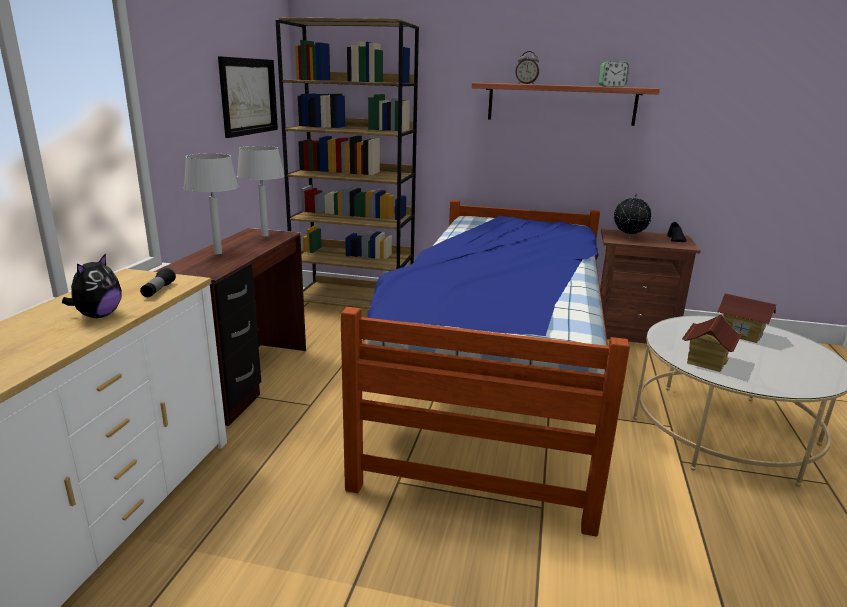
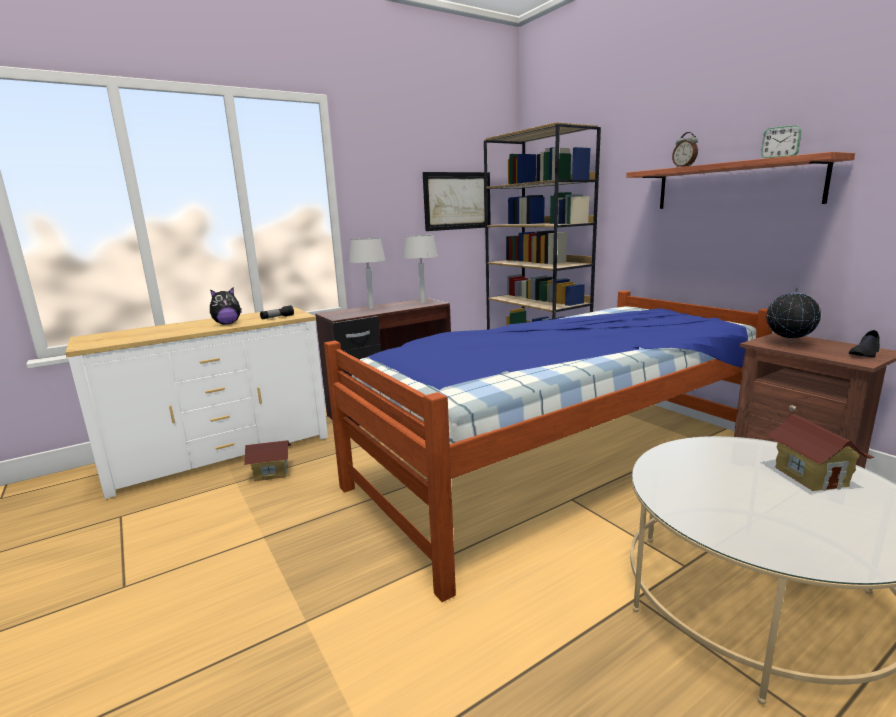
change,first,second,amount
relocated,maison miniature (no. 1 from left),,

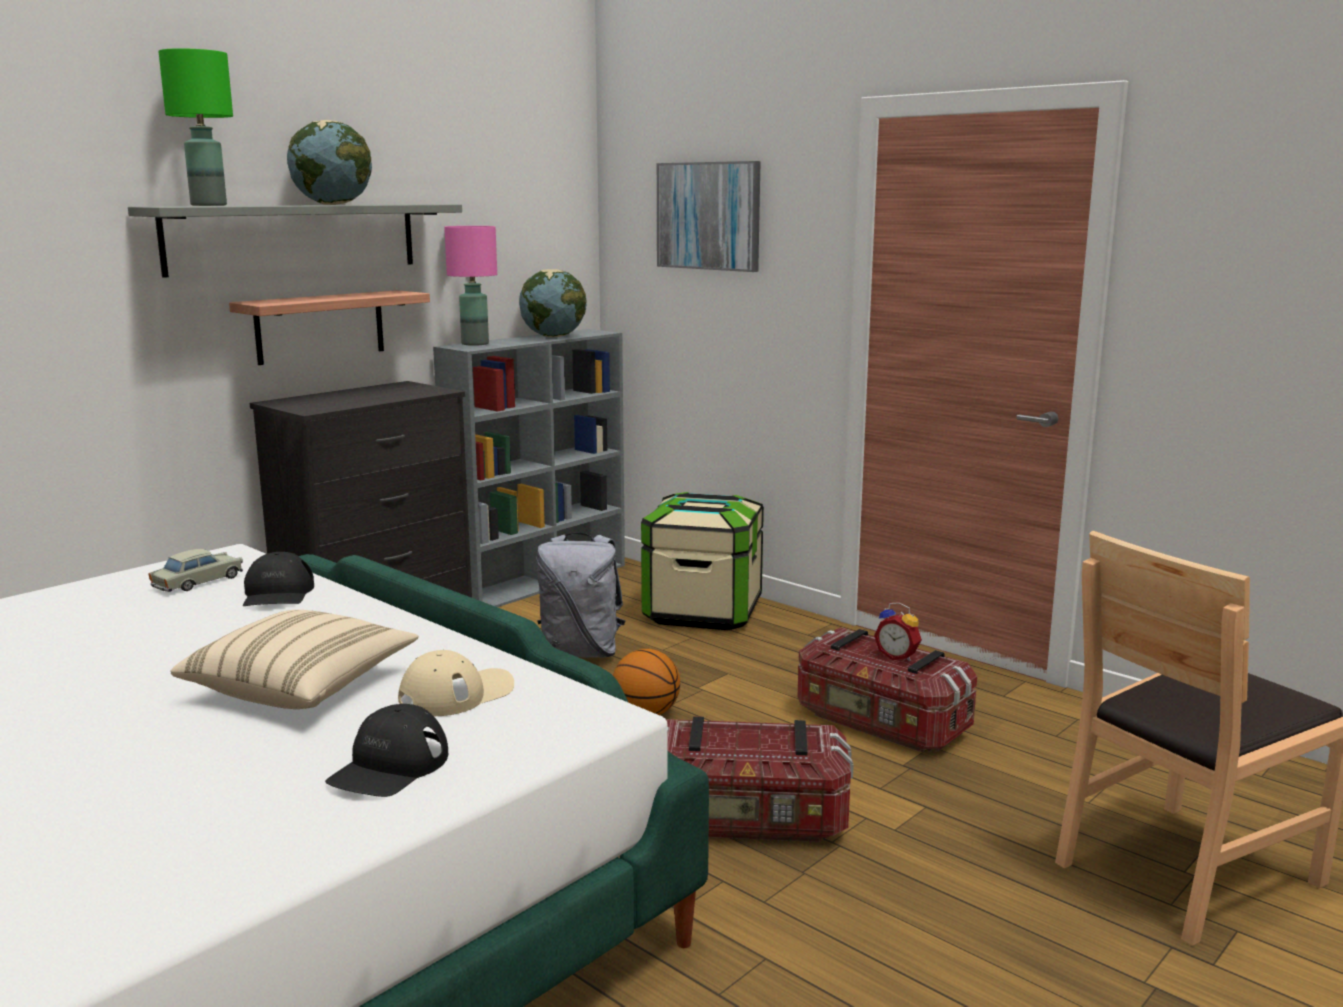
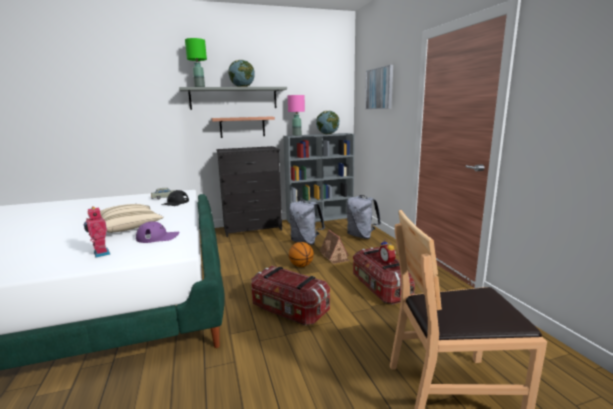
change,first,second,amount
exchanged,casquette (noir) (no. 2 from left),robot jouet,
colour,casquette (beige),casquette (violet),
exchanged,boîte de rangement (no. 1 from left),sac à dos (gris) (no. 2 from left),
appeared,,maison miniature,

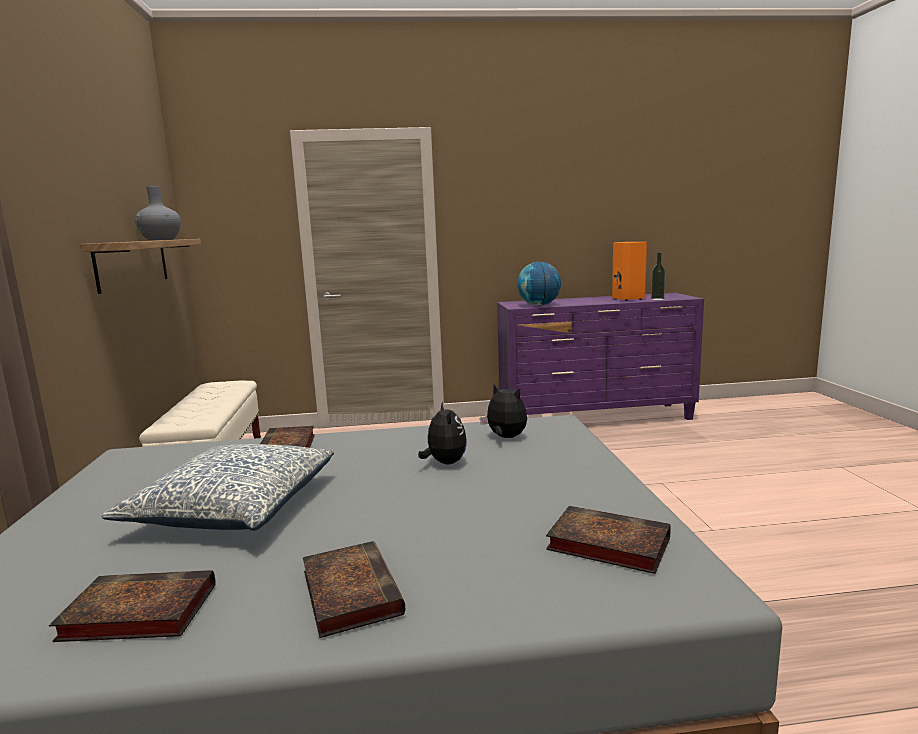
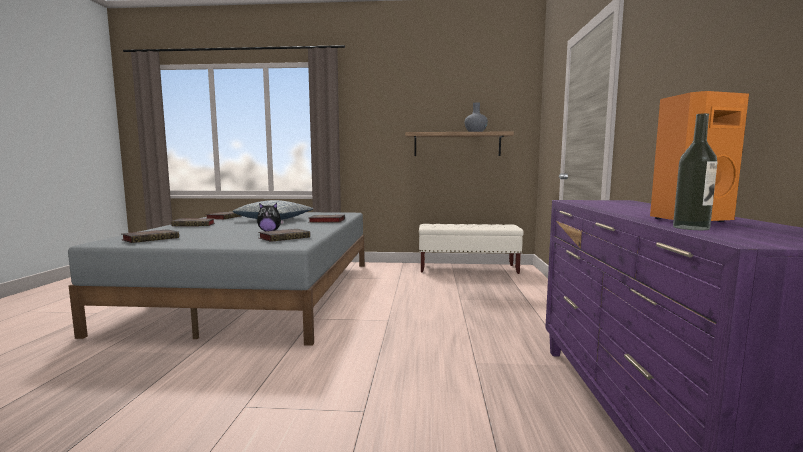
change,first,second,amount
exchanged,peluche (no. 2 from left),livre (no. 4 from left),
missing,globe,,

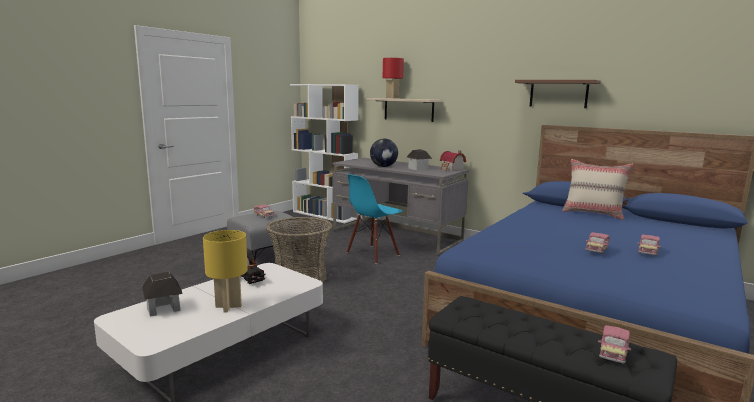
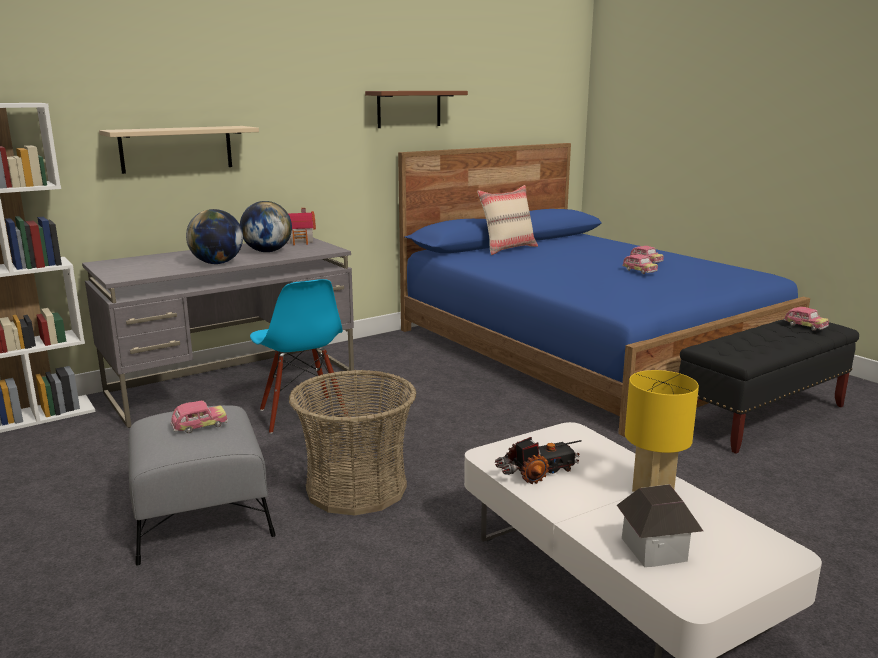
change,first,second,amount
missing,lampe de table (rouge),,
exchanged,maison miniature (no. 2 from left),globe (no. 2 from left),

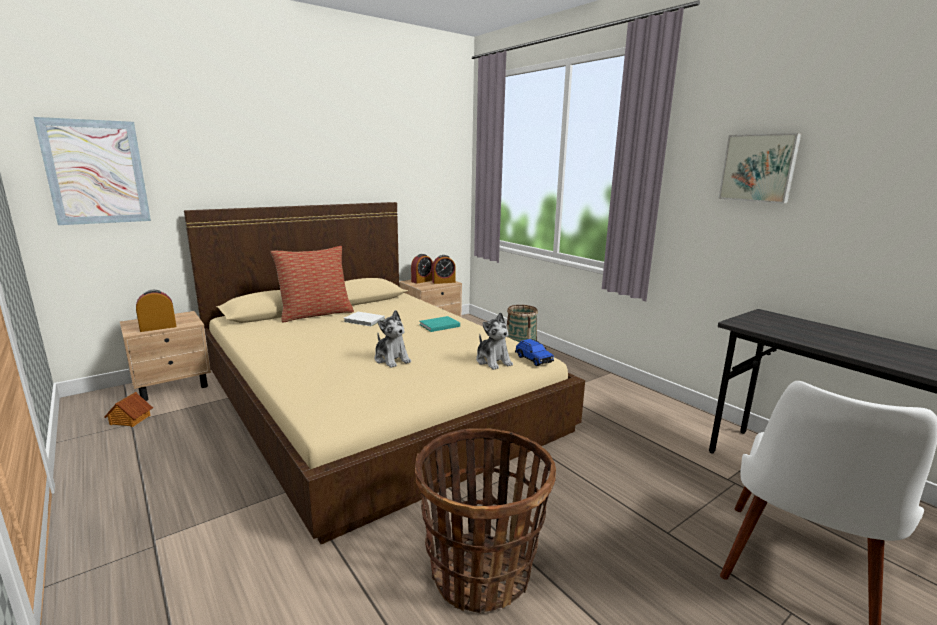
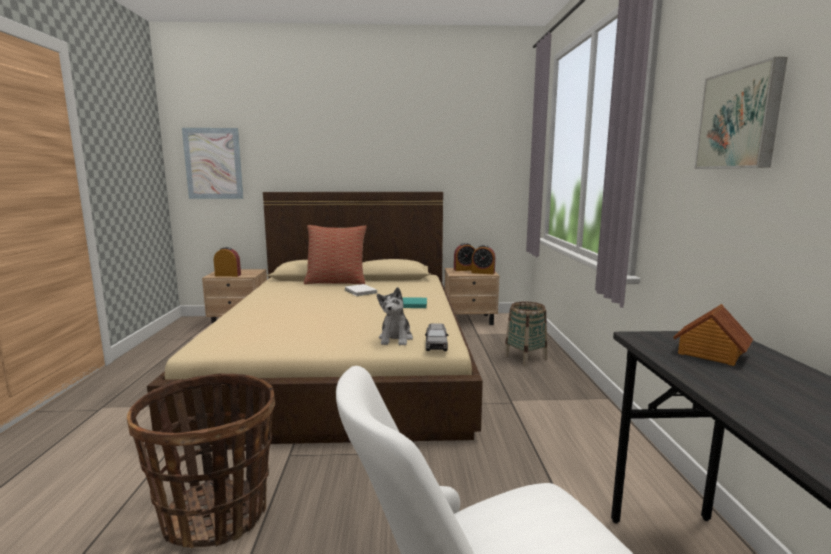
change,first,second,amount
relocated,maison miniature,,
missing,peluche (no. 1 from left),,
colour,petite voiture (bleu),petite voiture (gris),

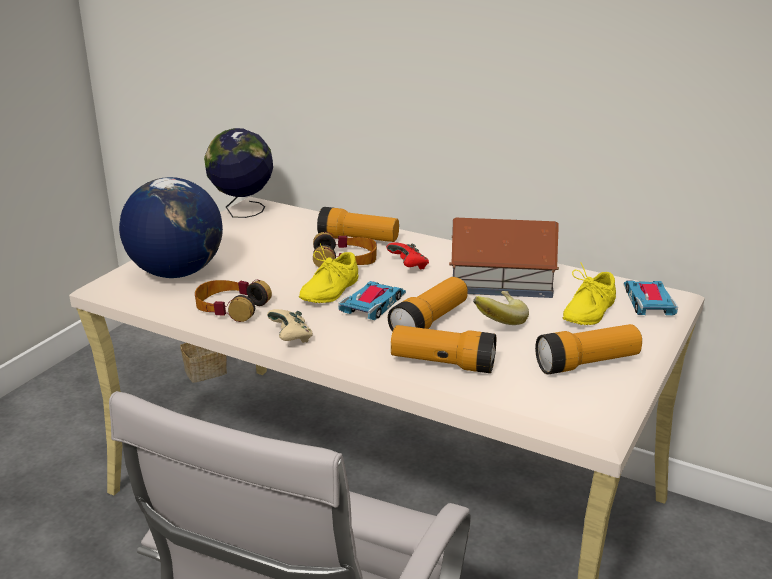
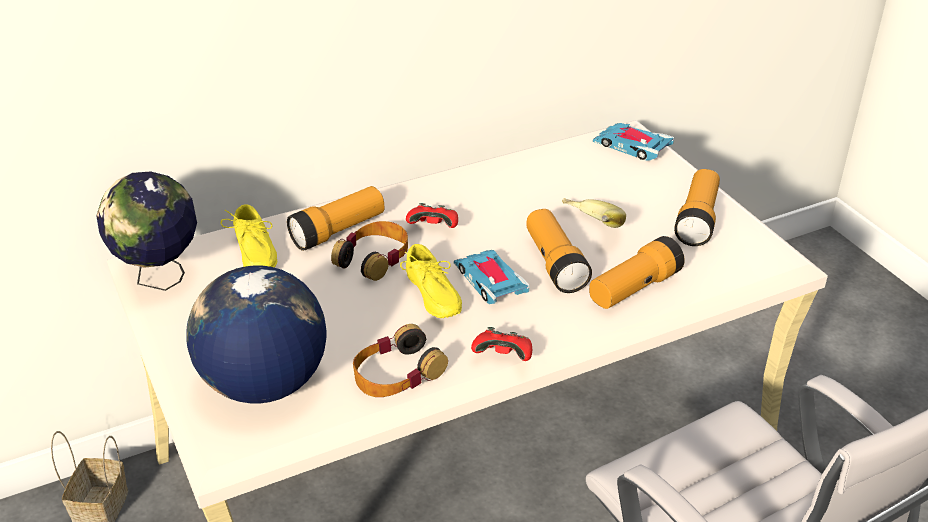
change,first,second,amount
colour,manette (beige),manette (rouge) (no. 2 from left),
missing,maison miniature,,
relocated,chaussure (jaune) (no. 2 from left in the first image),chaussure (jaune) (no. 1 from left),

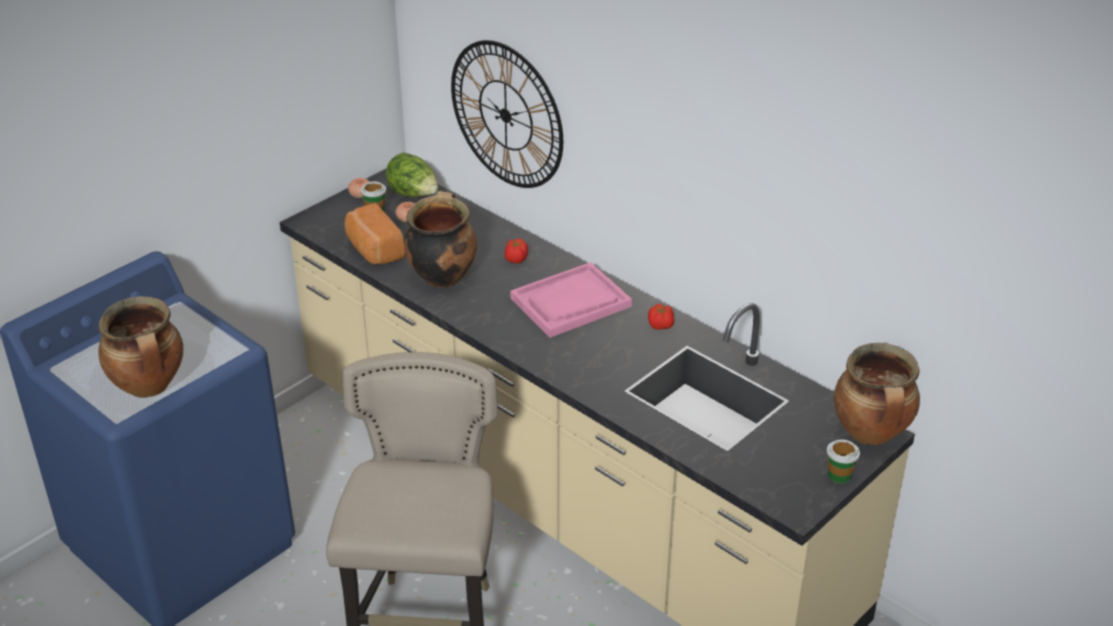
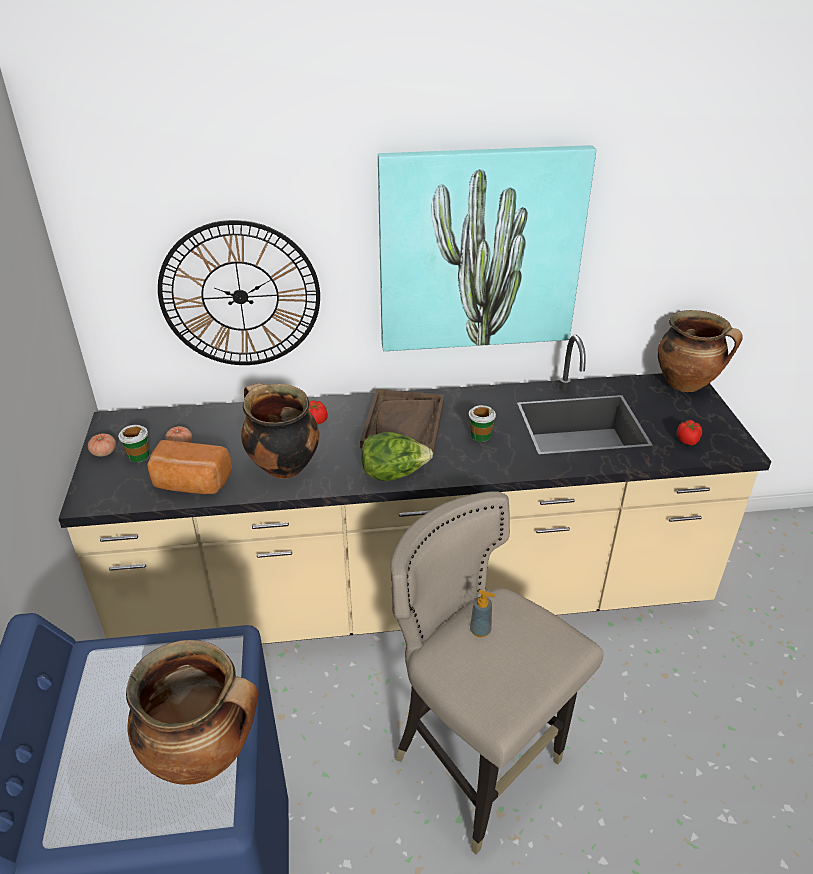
change,first,second,amount
relocated,laitue,,
colour,plateau (rose),plateau (marron),
relocated,tomate (no. 4 from left),,
relocated,tasse (no. 2 from left),,
appeared,,tableau,
appeared,,distributeur de savon,

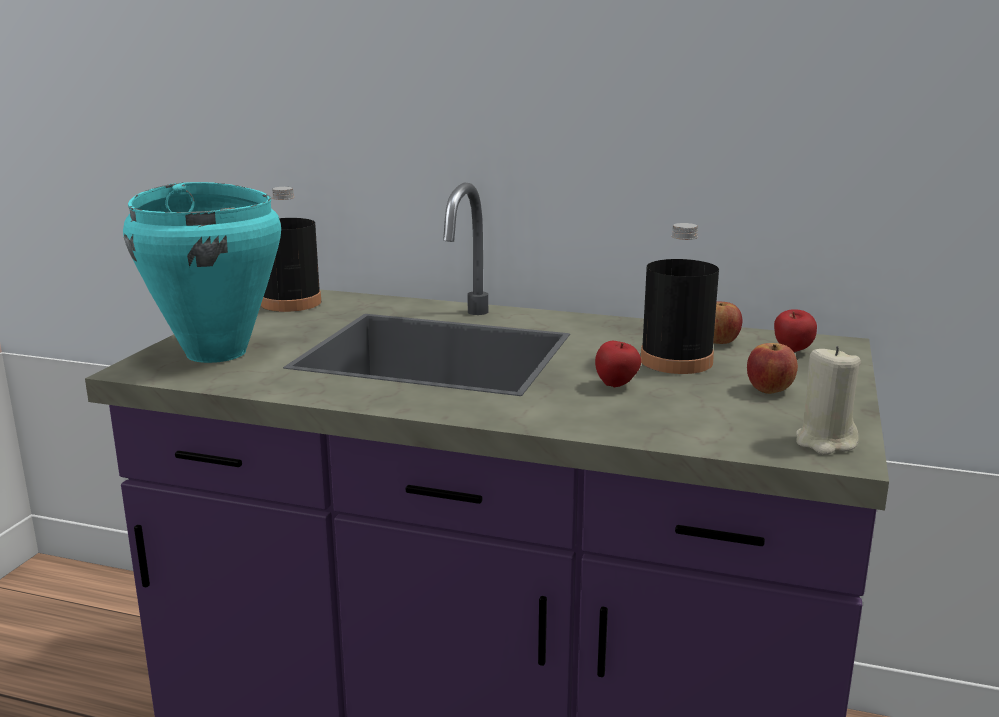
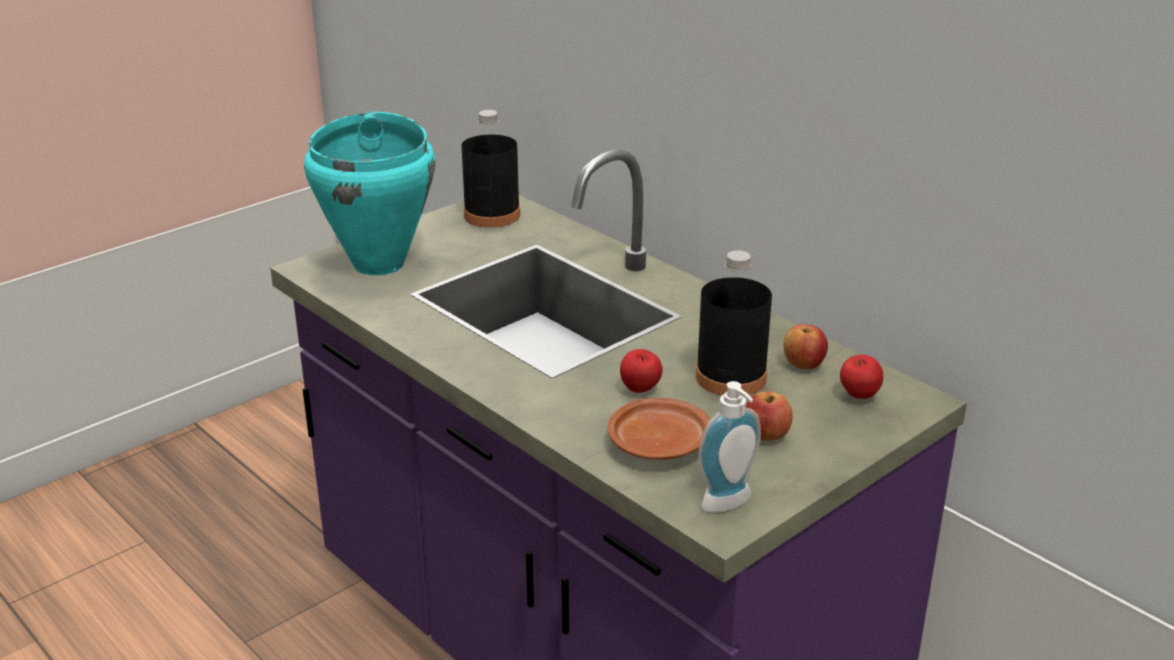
change,first,second,amount
exchanged,bougie (beige),distributeur de savon,
appeared,,assiette (marron),

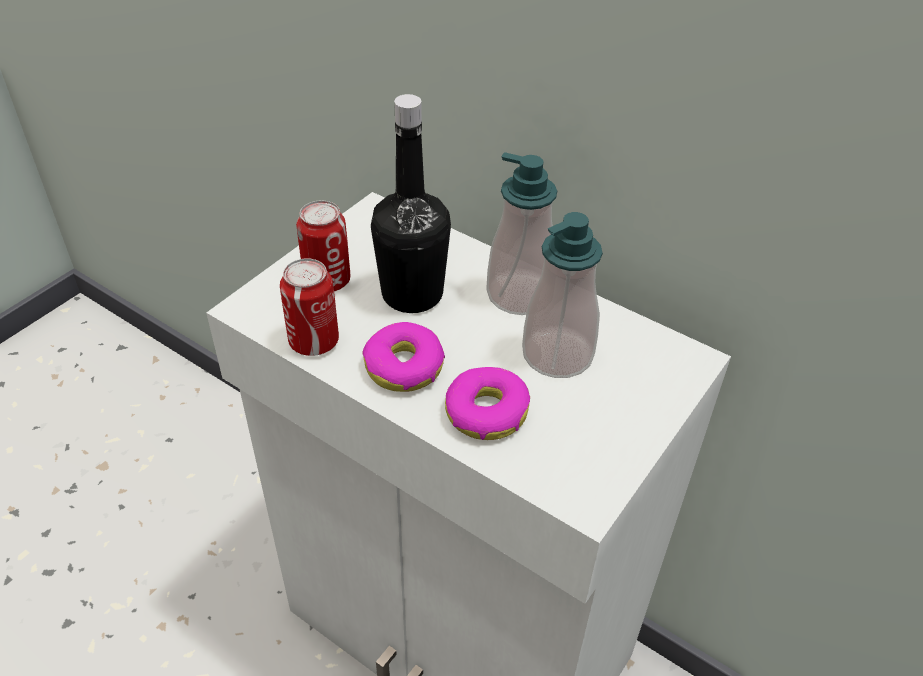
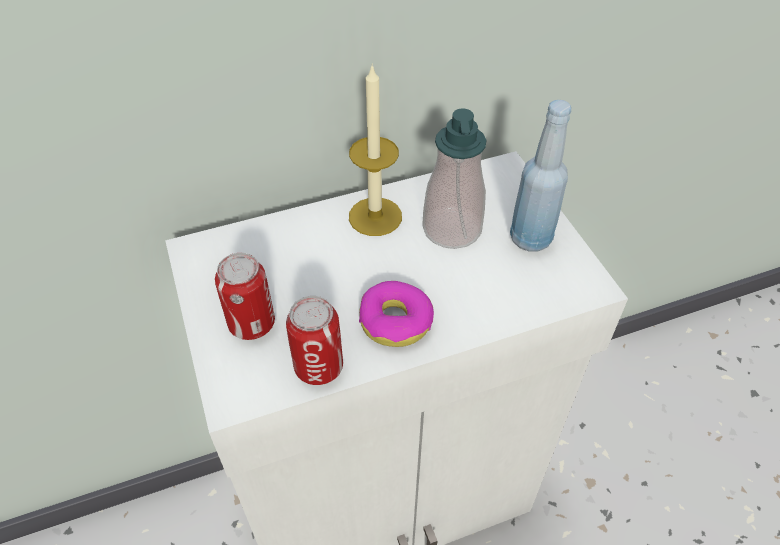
change,first,second,amount
missing,bouteille (noir),,
missing,beignet (no. 2 from left),,
exchanged,distributeur de savon (no. 1 from left),bougie,
appeared,,bouteille (bleu),

